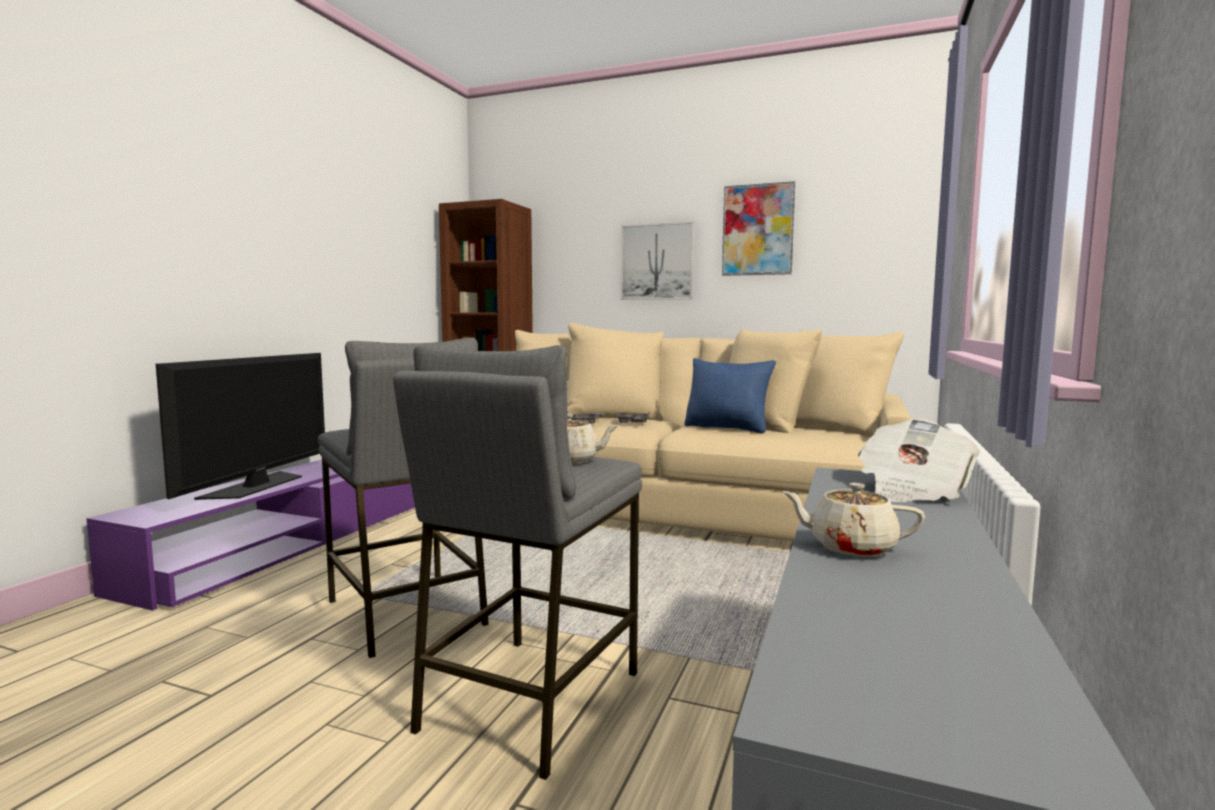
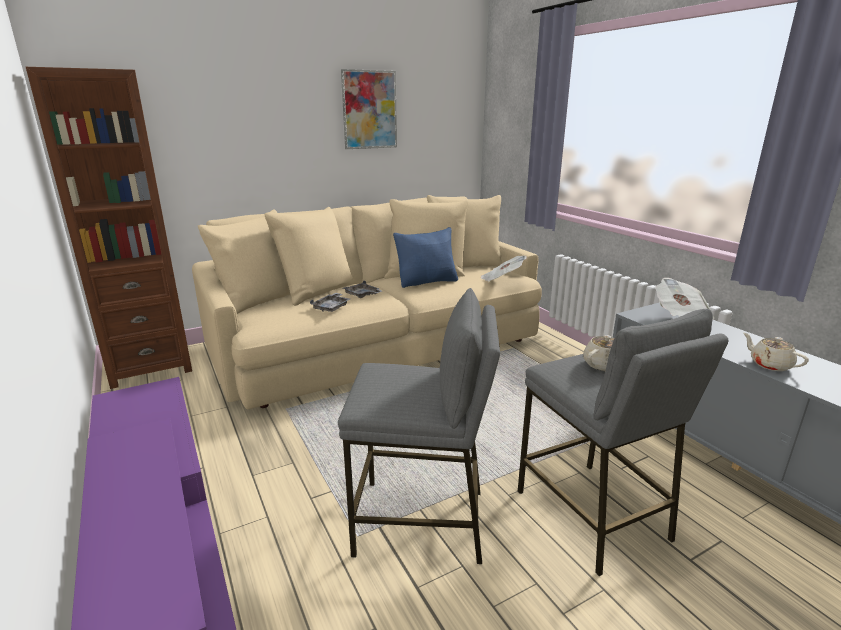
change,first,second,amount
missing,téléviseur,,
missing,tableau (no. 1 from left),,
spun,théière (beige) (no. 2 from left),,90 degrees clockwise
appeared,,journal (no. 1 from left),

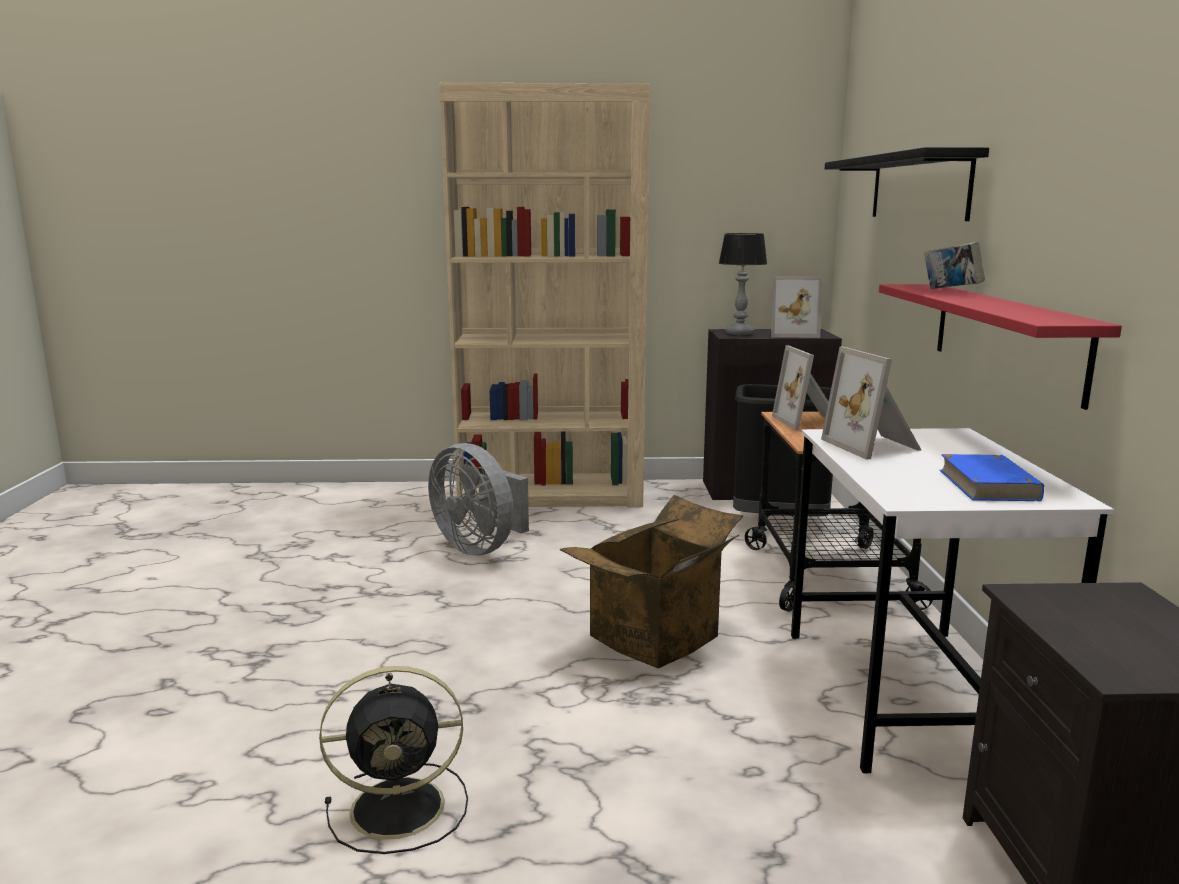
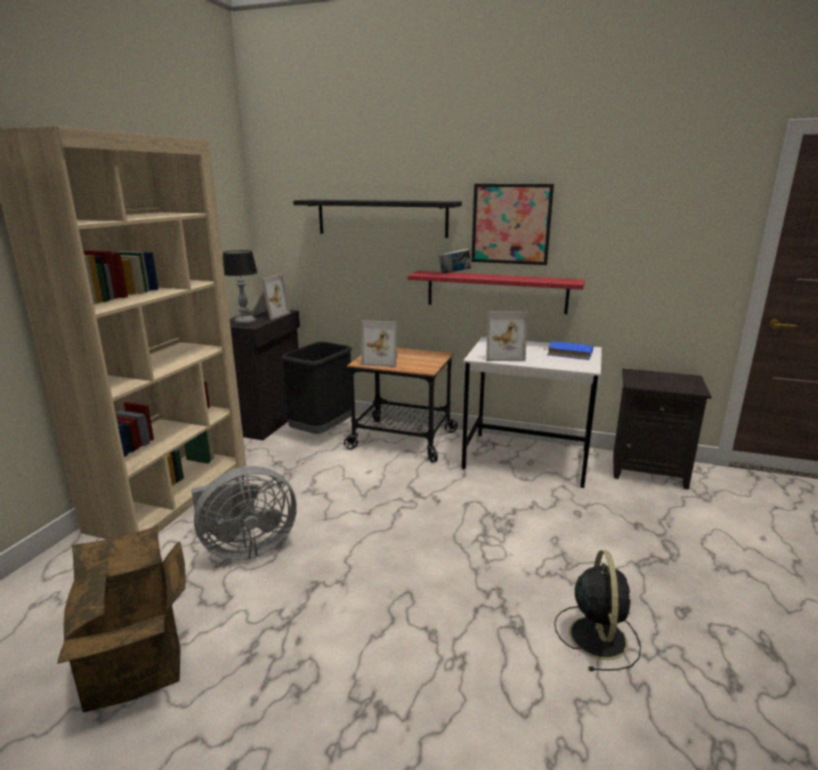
change,first,second,amount
relocated,carton,,
appeared,,tableau,

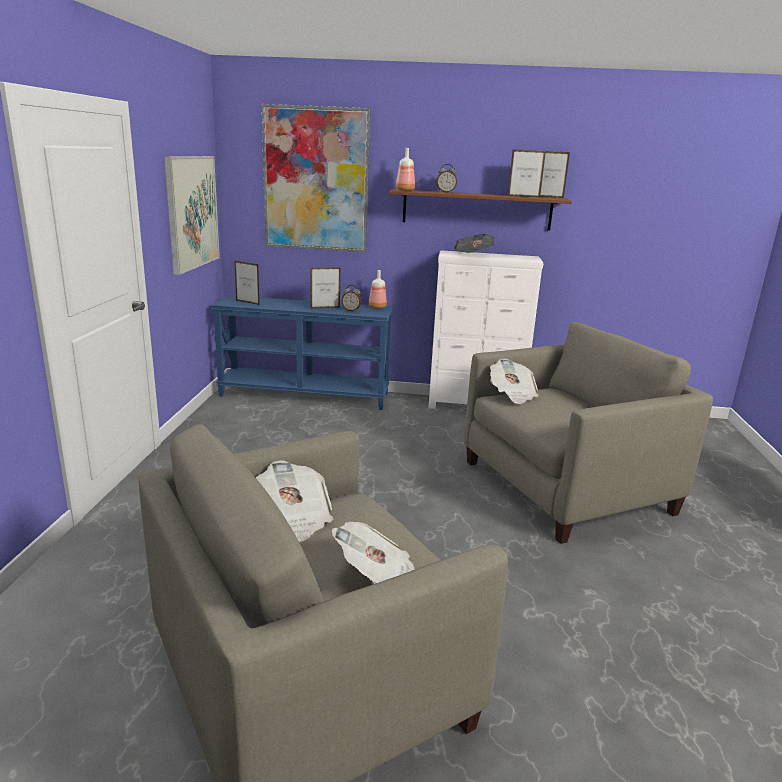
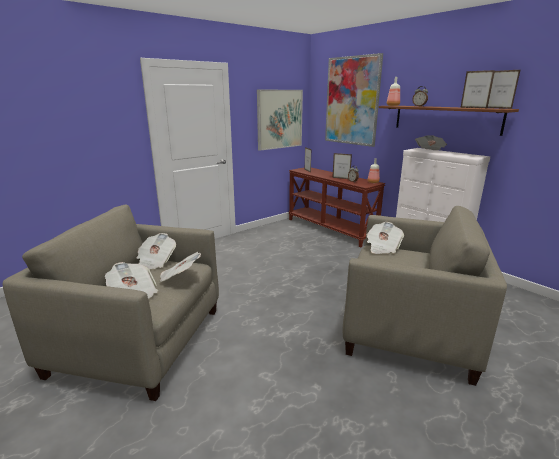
change,first,second,amount
colour,table console (bleu),table console (marron),
appeared,,journal (no. 3 from left),

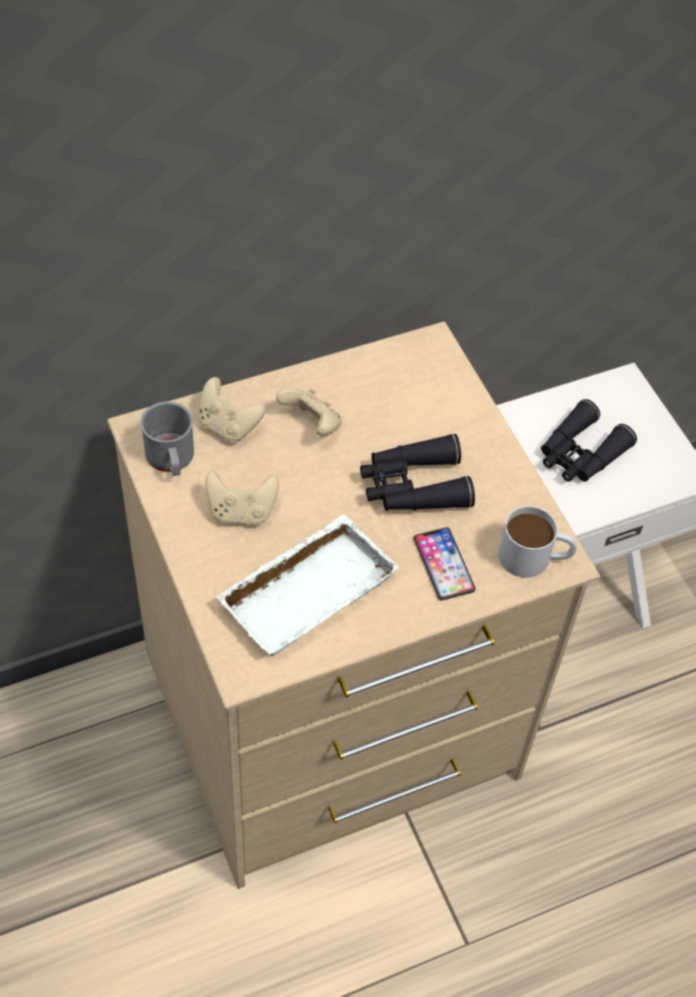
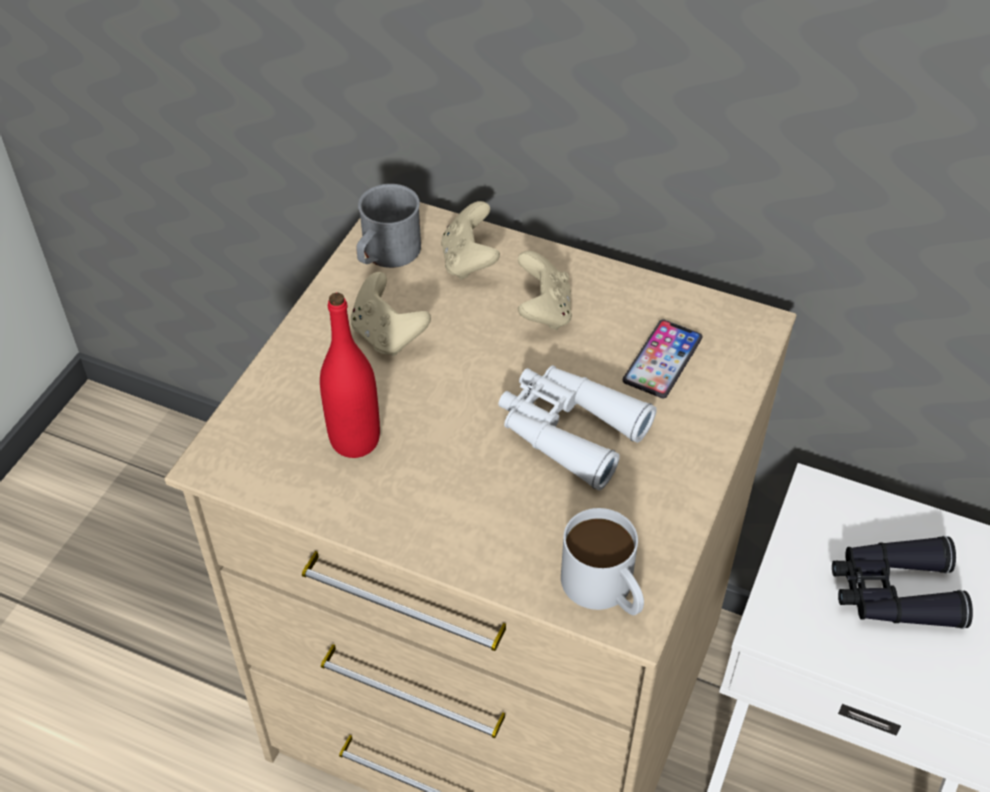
change,first,second,amount
exchanged,plateau (blanc),bouteille (rouge),
colour,jumelles (noir) (no. 1 from left),jumelles (blanc),
relocated,téléphone,,

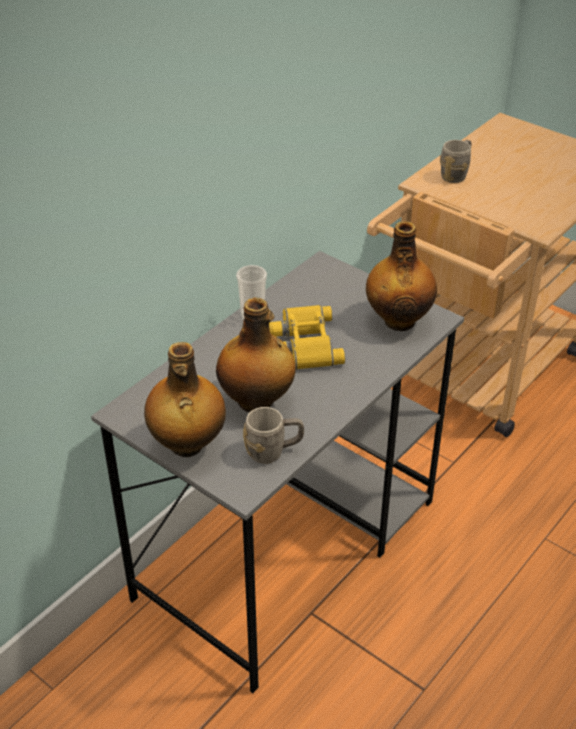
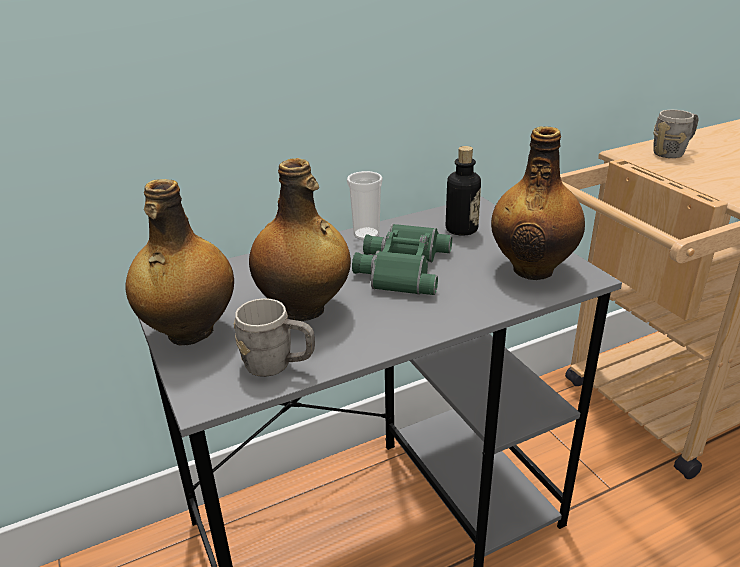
change,first,second,amount
colour,jumelles (jaune),jumelles (vert),
appeared,,bouteille (no. 3 from left),

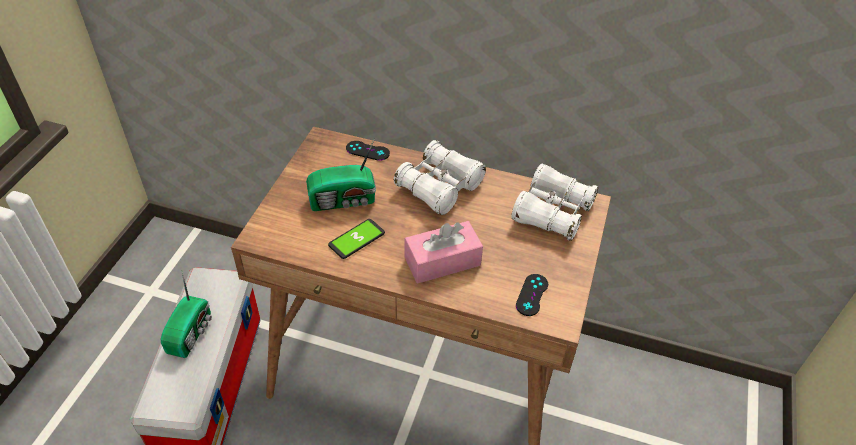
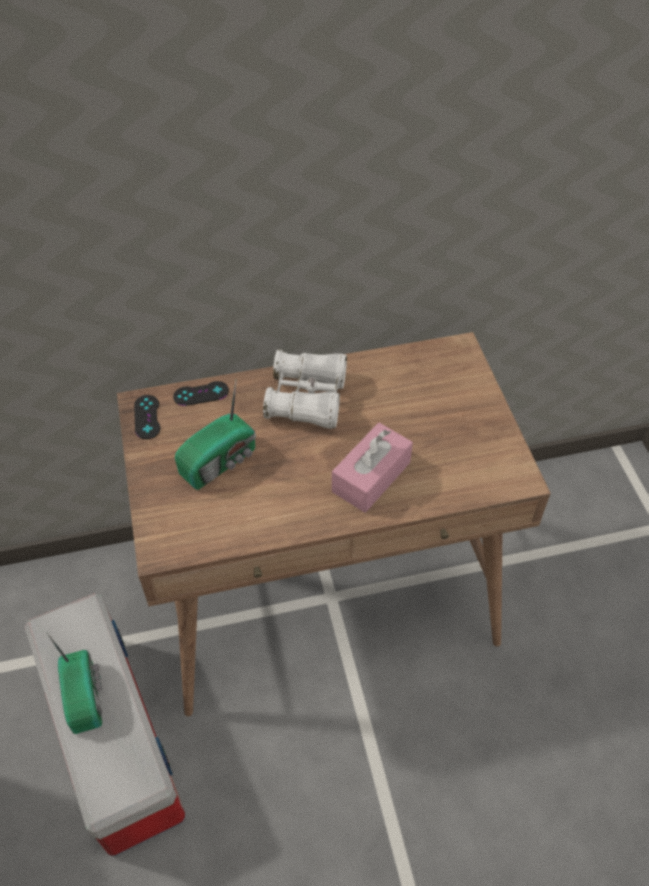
change,first,second,amount
missing,téléphone,,
missing,jumelles (blanc) (no. 2 from left),,
relocated,manette (noir) (no. 2 from left in the first image),manette (noir) (no. 1 from left),

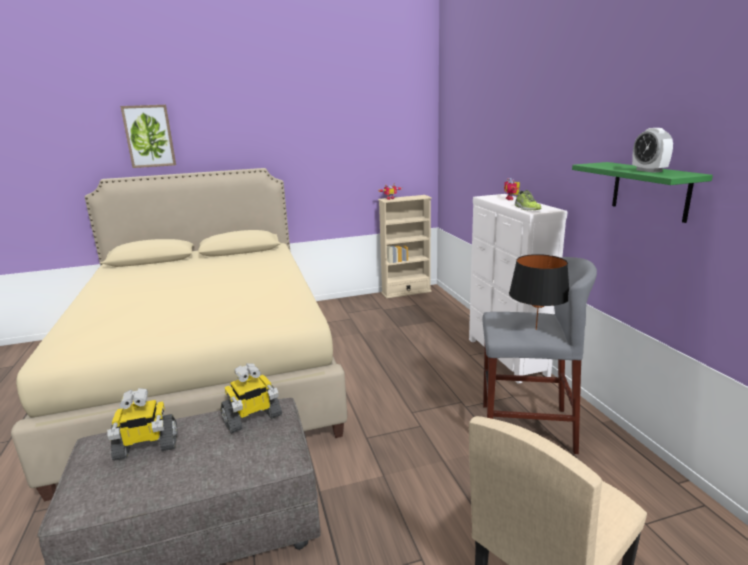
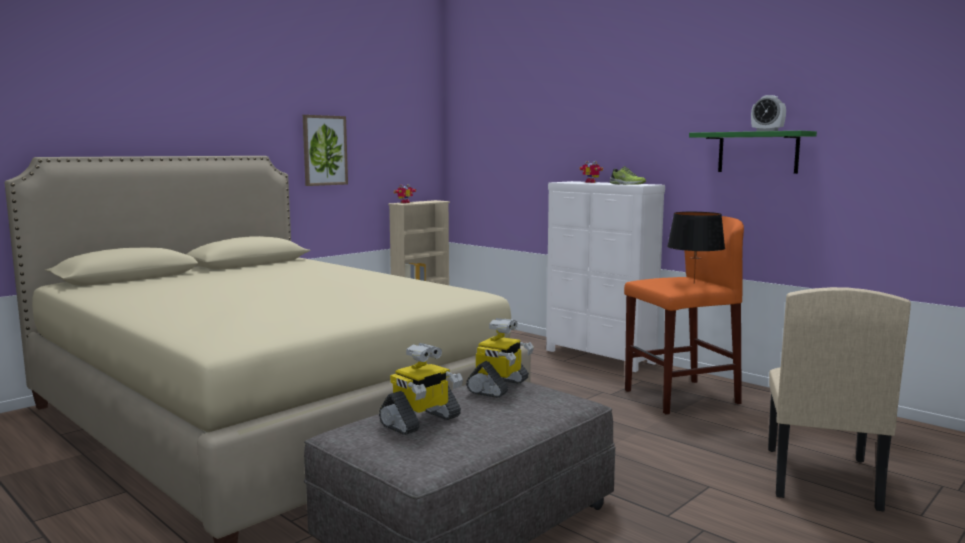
change,first,second,amount
relocated,tableau,,
colour,tabouret (gris),tabouret (orange),

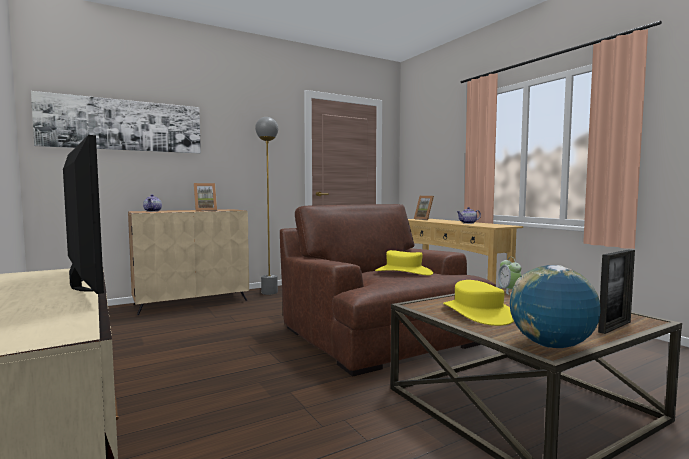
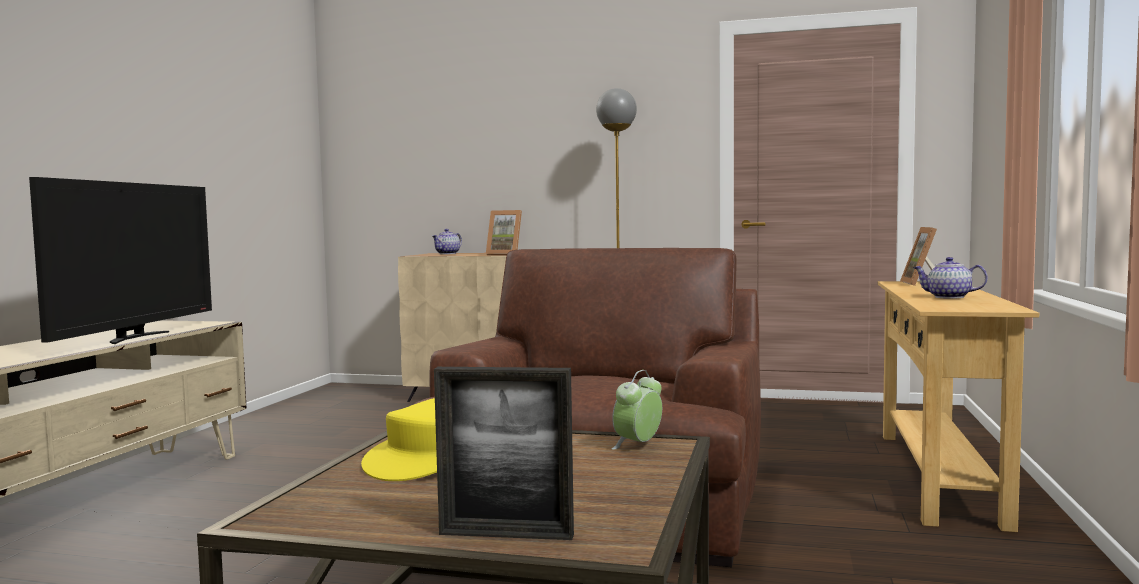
change,first,second,amount
missing,tableau,,
missing,chapeau (jaune) (no. 1 from left),,
missing,globe,,

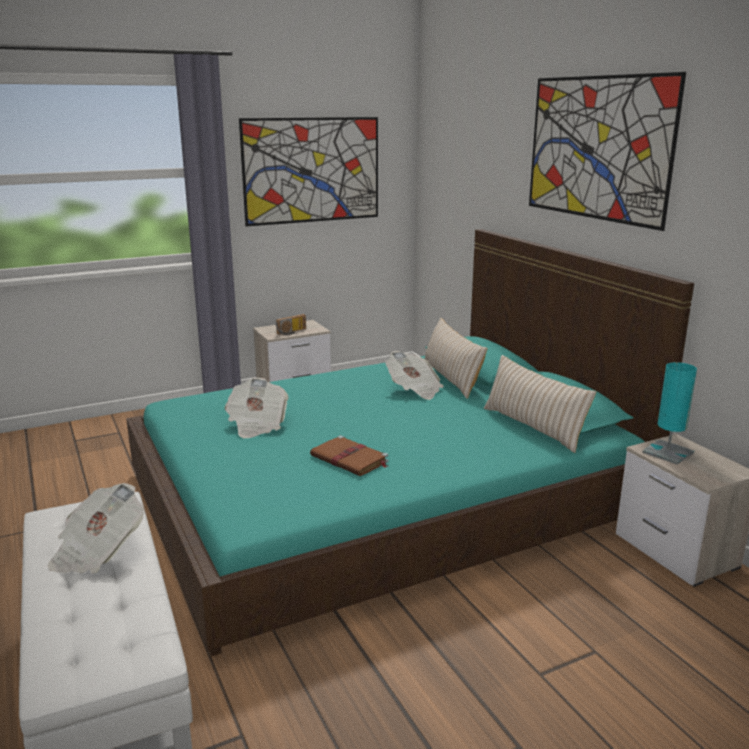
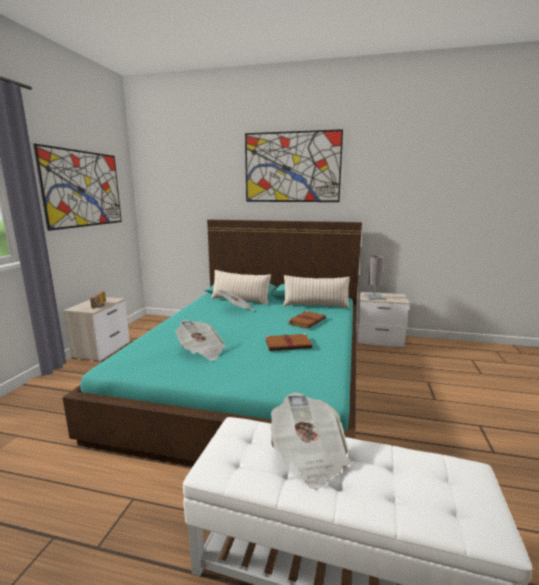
change,first,second,amount
colour,lampe de table (turquoise),lampe de table (gris),
appeared,,livre (marron) (no. 2 from left),

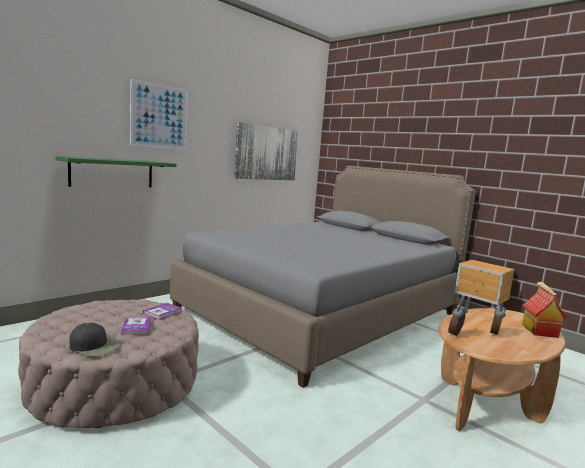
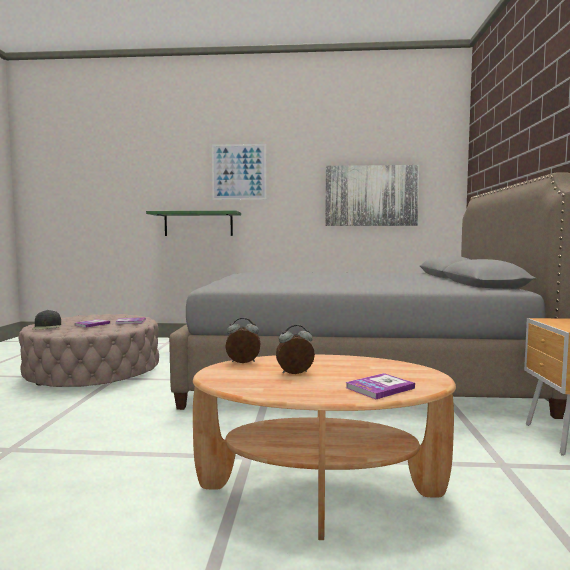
change,first,second,amount
exchanged,maison miniature,livre (no. 3 from left),

